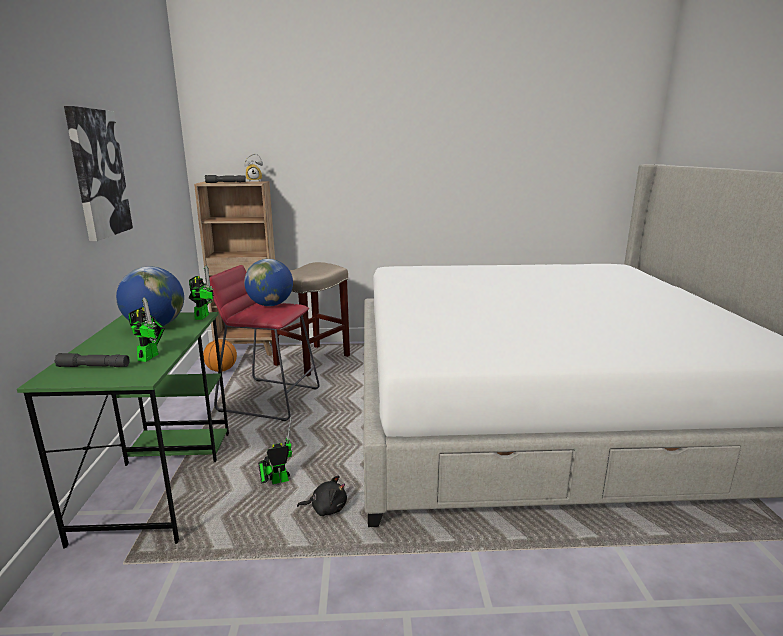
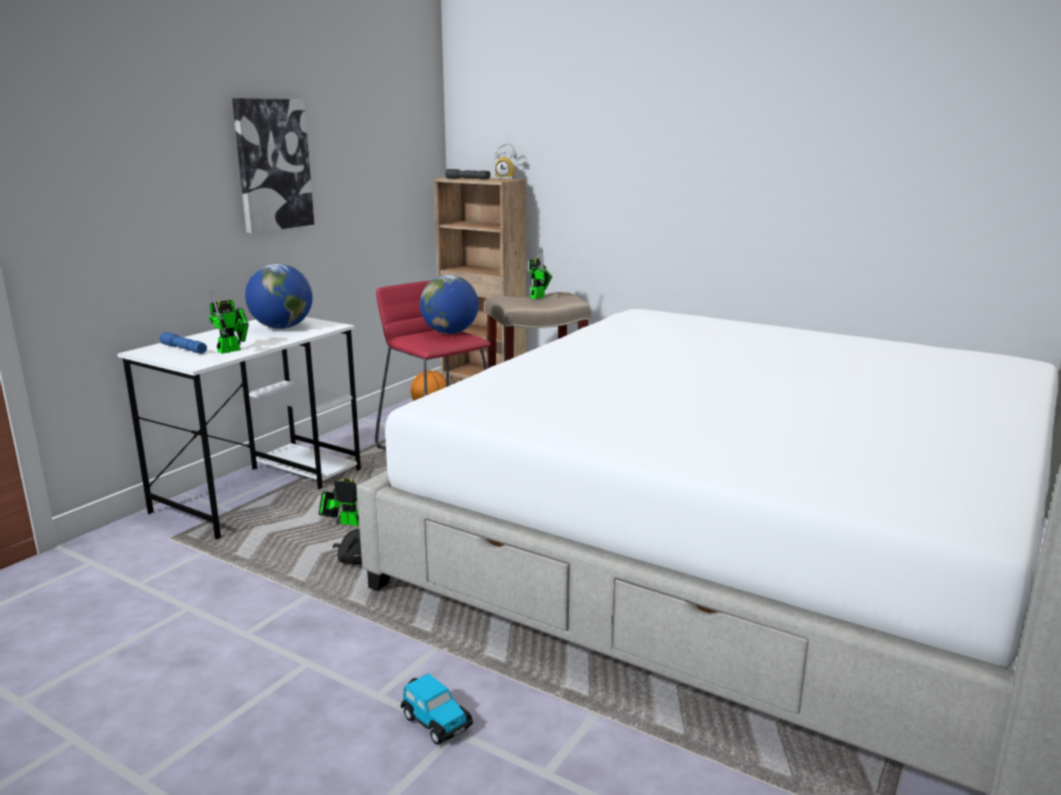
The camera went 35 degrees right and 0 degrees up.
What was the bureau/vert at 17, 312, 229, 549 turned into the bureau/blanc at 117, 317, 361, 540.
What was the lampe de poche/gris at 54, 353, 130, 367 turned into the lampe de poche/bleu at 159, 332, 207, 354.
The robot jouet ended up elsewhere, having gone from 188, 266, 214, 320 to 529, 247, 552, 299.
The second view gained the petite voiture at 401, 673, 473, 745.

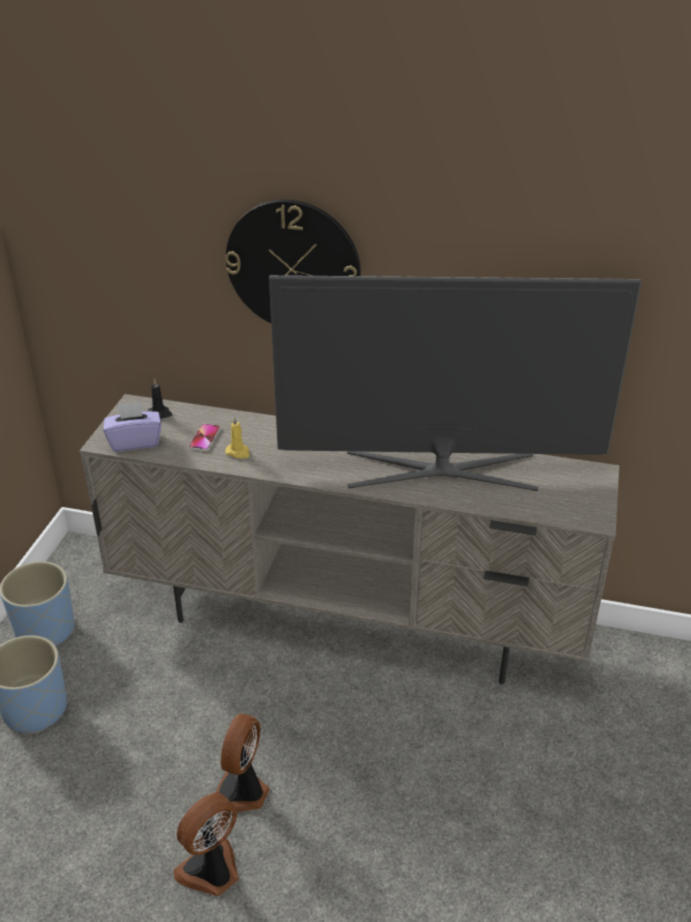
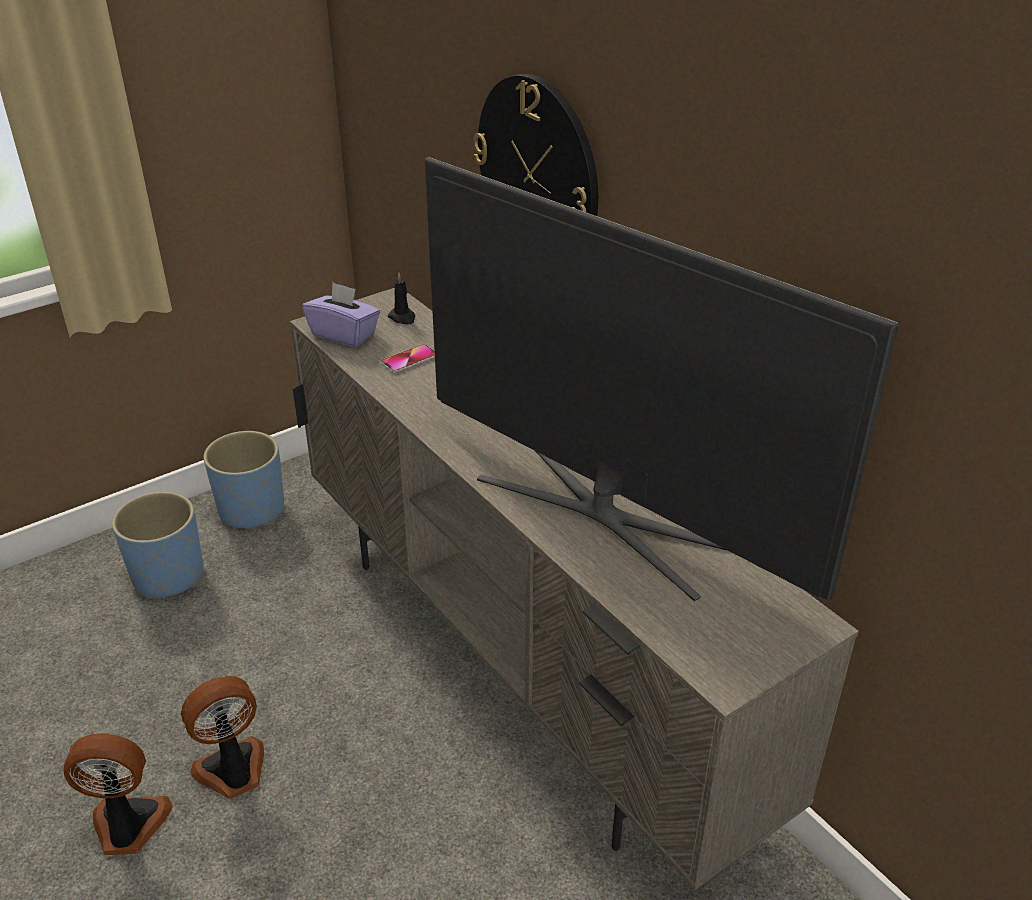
The camera went 40 degrees right and 0 degrees up.
The second view lost the bougie/jaune at 225, 417, 250, 458.

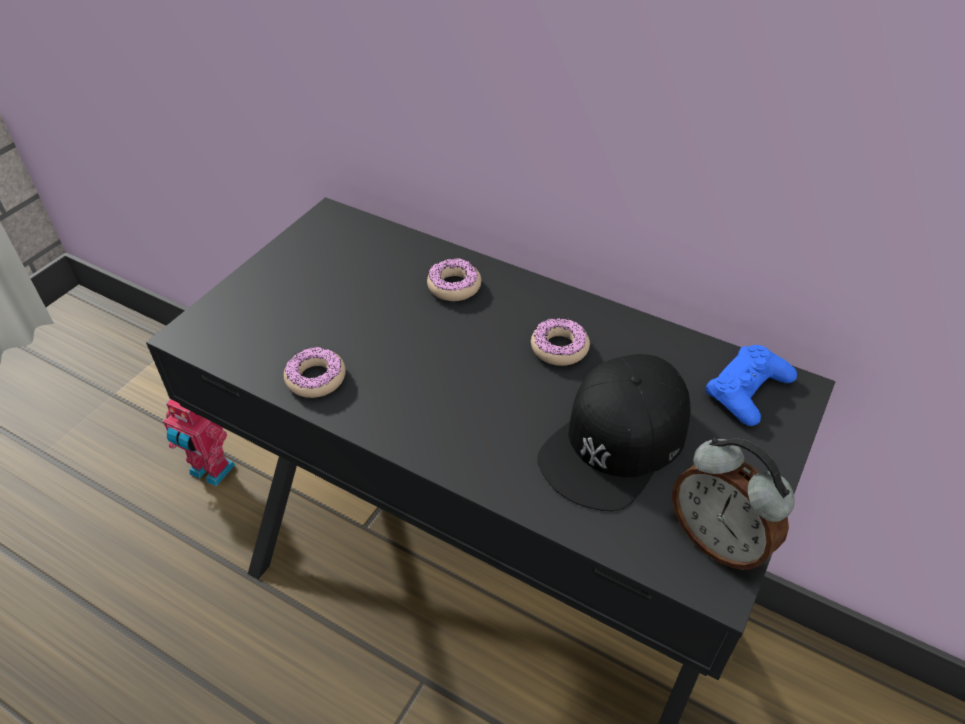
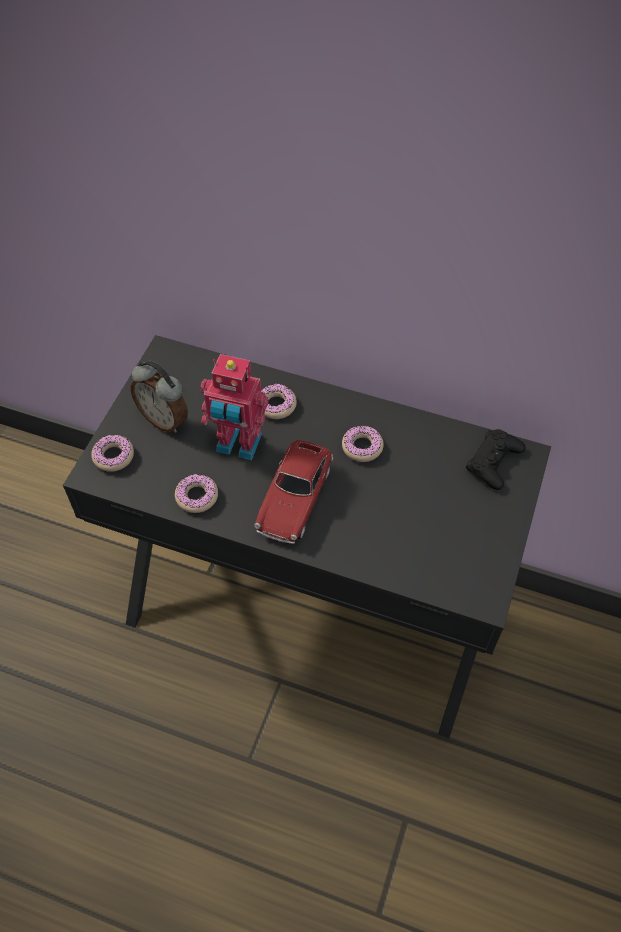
The camera went 10 degrees left and 10 degrees up.
The robot jouet ended up elsewhere, having gone from 163, 399, 236, 486 to 200, 354, 268, 460.
The second view lost the casquette/noir at 537, 354, 691, 511.
The réveil ended up elsewhere, having gone from 672, 438, 795, 570 to 131, 361, 188, 433.
What was the manette/bleu at 706, 345, 797, 426 turned into the manette/noir at 466, 429, 525, 490.
The second view gained the beignet at 91, 435, 134, 472.
The second view gained the petite voiture at 255, 440, 333, 544.

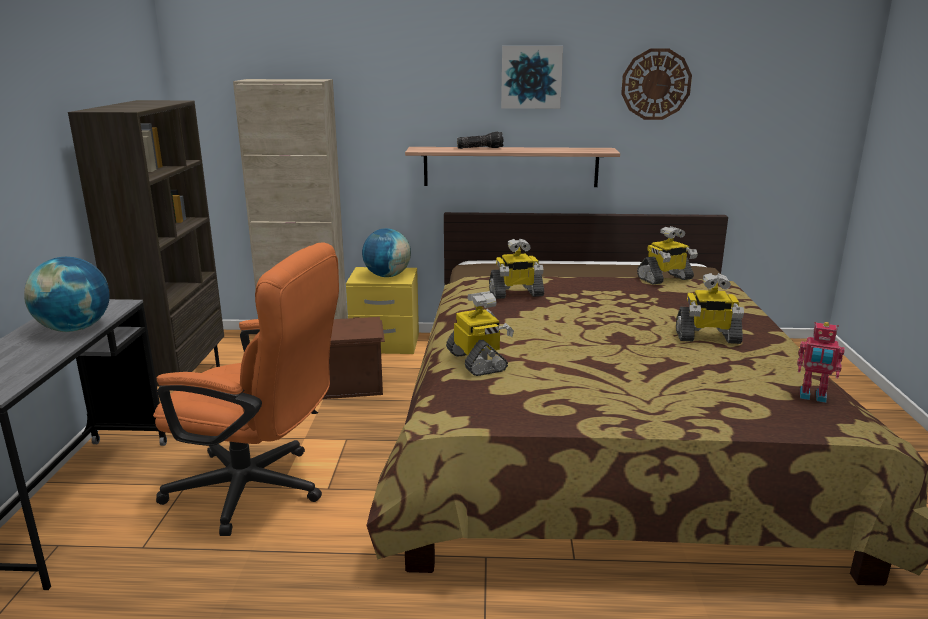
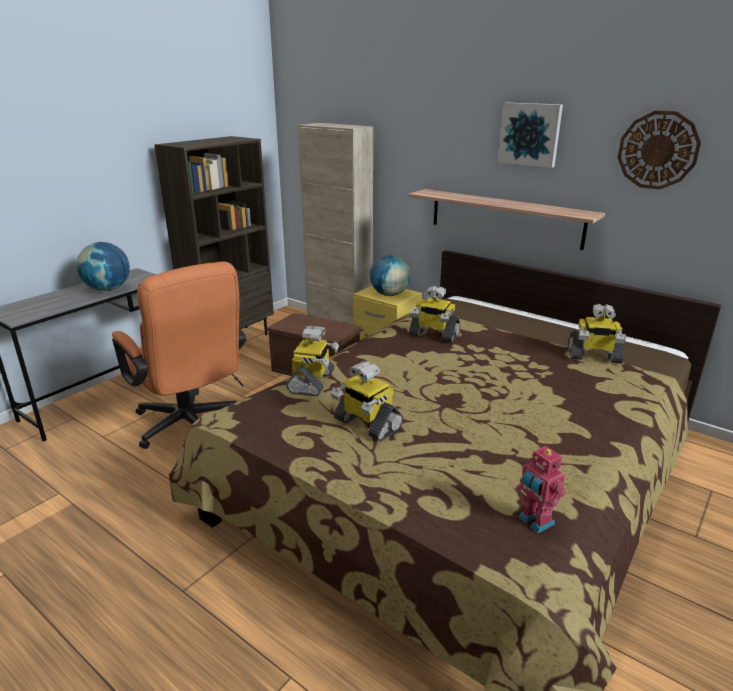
The camera went 35 degrees right and 5 degrees up.
The second view lost the lampe de poche at 457, 132, 504, 149.
The robot jouet ended up elsewhere, having gone from 676, 273, 744, 344 to 331, 361, 403, 441.

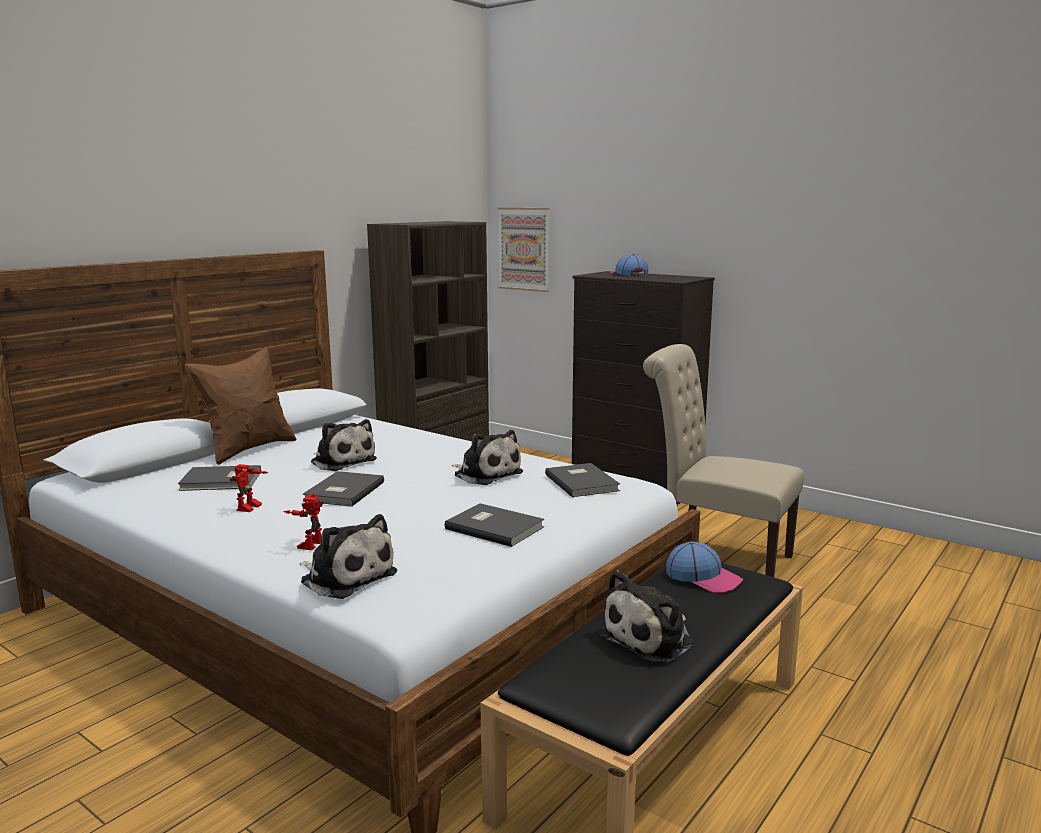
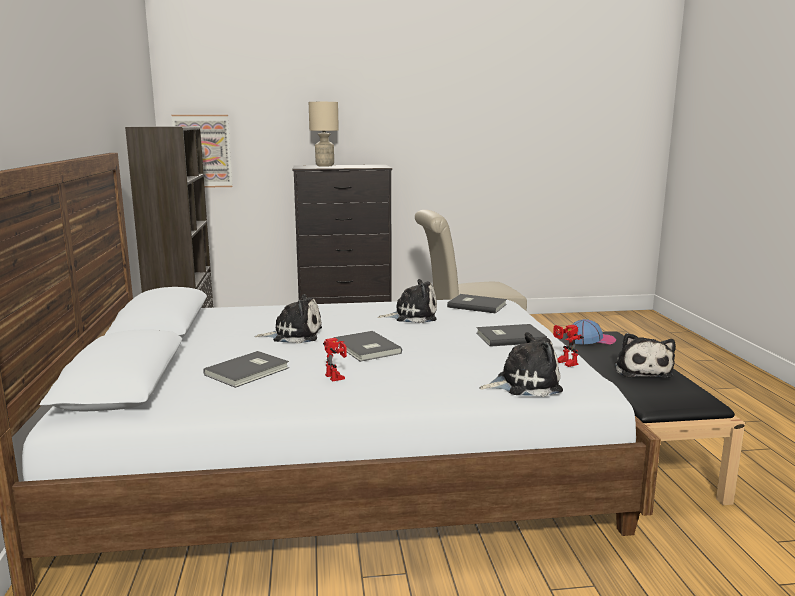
The camera went 45 degrees left and 0 degrees up.
The second view lost the coussin/marron at 185, 347, 296, 465.
The robot jouet ended up elsewhere, having gone from 283, 494, 324, 550 to 553, 325, 584, 367.
Where the casquette stood at 610, 254, 648, 276, the lampe de table/beige came to stand at 309, 102, 339, 167.

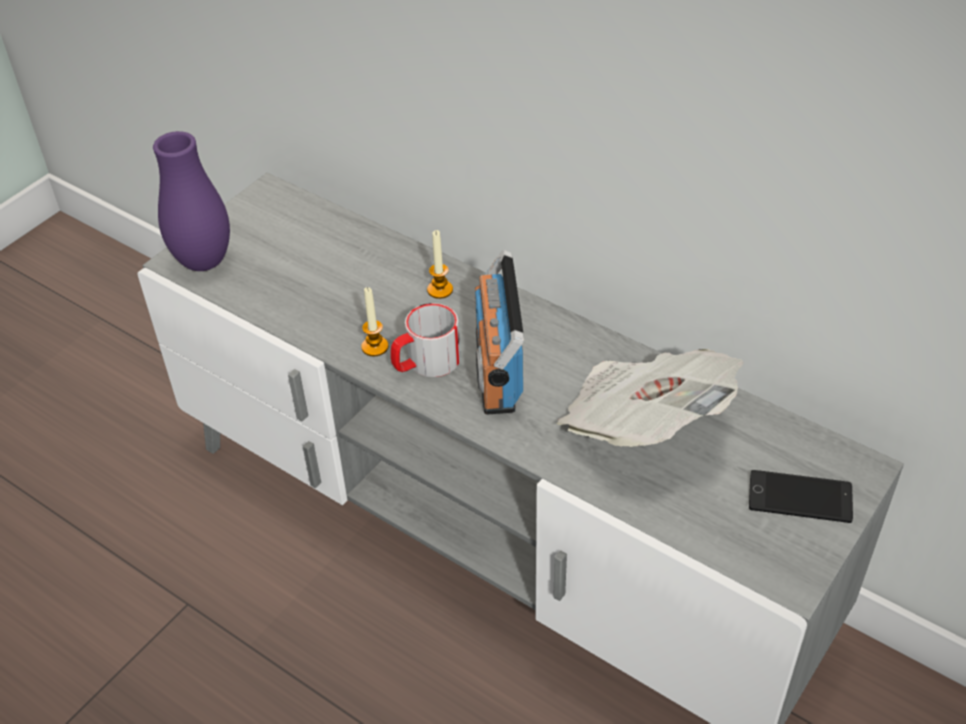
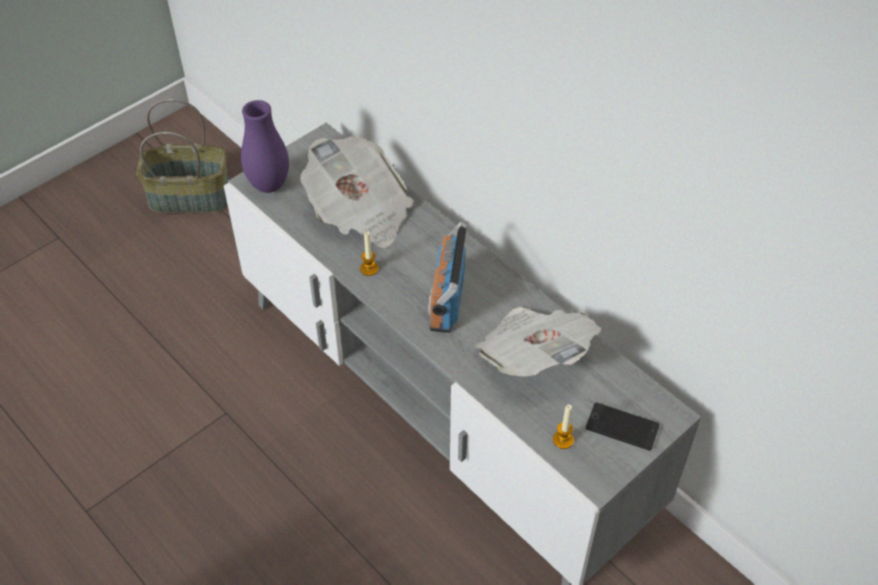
The camera went 10 degrees right and 5 degrees up.
The second view lost the mug at 391, 303, 461, 377.
The bougie ended up elsewhere, having gone from 427, 230, 453, 299 to 553, 404, 574, 449.
The second view gained the panier at 137, 99, 229, 213.
The second view gained the journal at 300, 136, 413, 248.

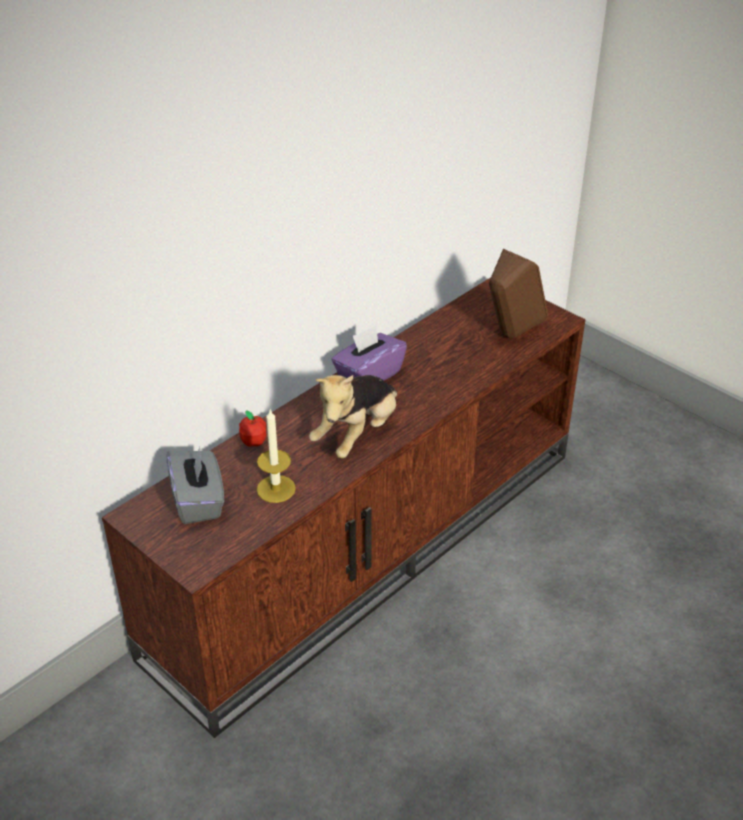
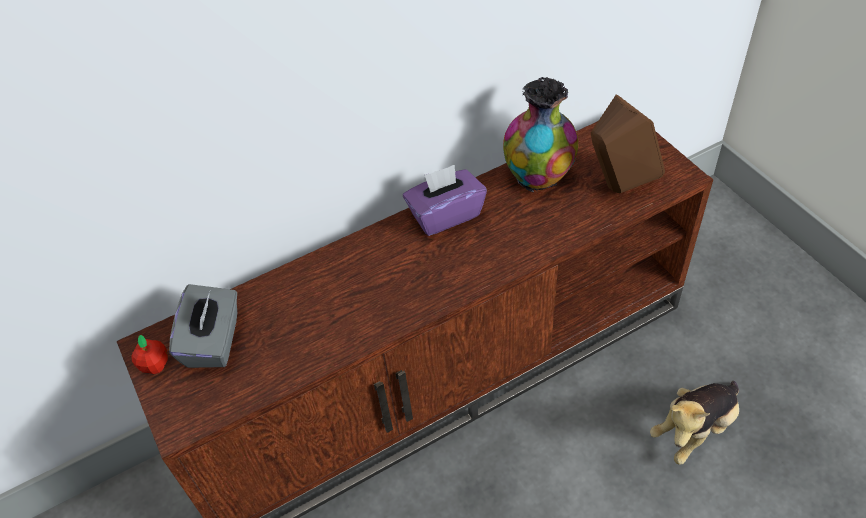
The camera went 20 degrees right and 10 degrees up.
The pomme ended up elsewhere, having gone from 239, 410, 266, 447 to 131, 335, 168, 374.
The second view lost the bougie at 257, 410, 296, 503.
The peluche ended up elsewhere, having gone from 309, 375, 397, 458 to 650, 381, 739, 465.
The second view gained the vase at 503, 77, 578, 193.

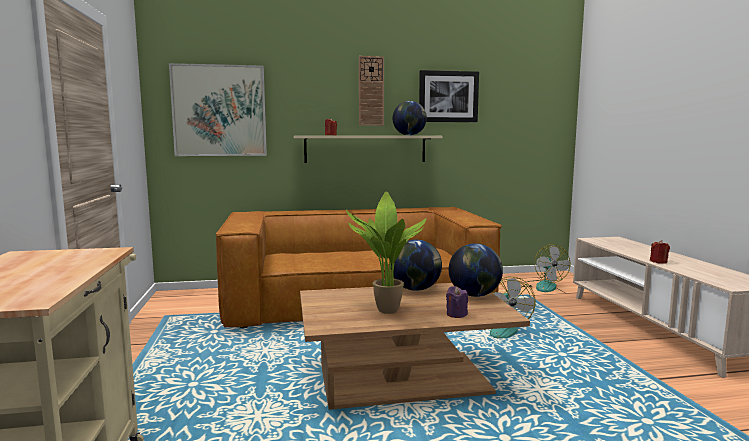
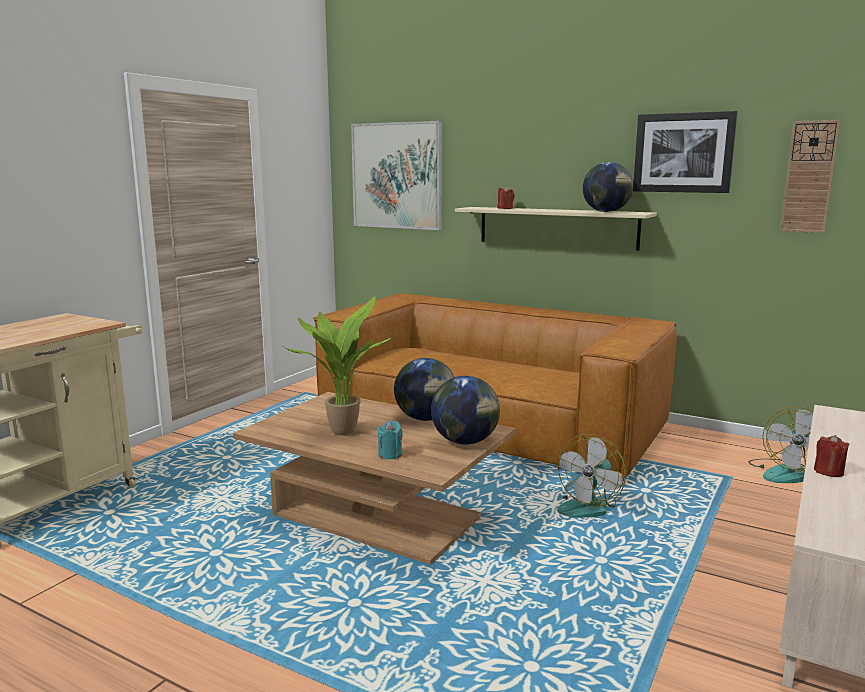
The camera went 40 degrees right and 5 degrees up.
The horloge murale ended up elsewhere, having gone from 359, 56, 384, 126 to 780, 120, 840, 233.
What was the bougie/violet at 446, 286, 468, 318 turned into the bougie/turquoise at 377, 420, 403, 459.

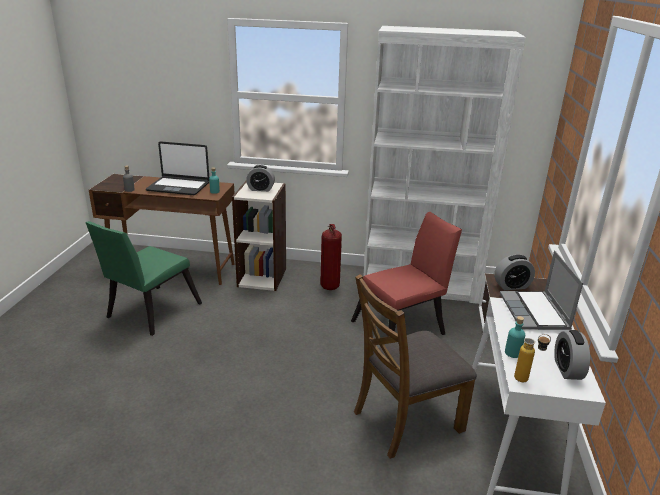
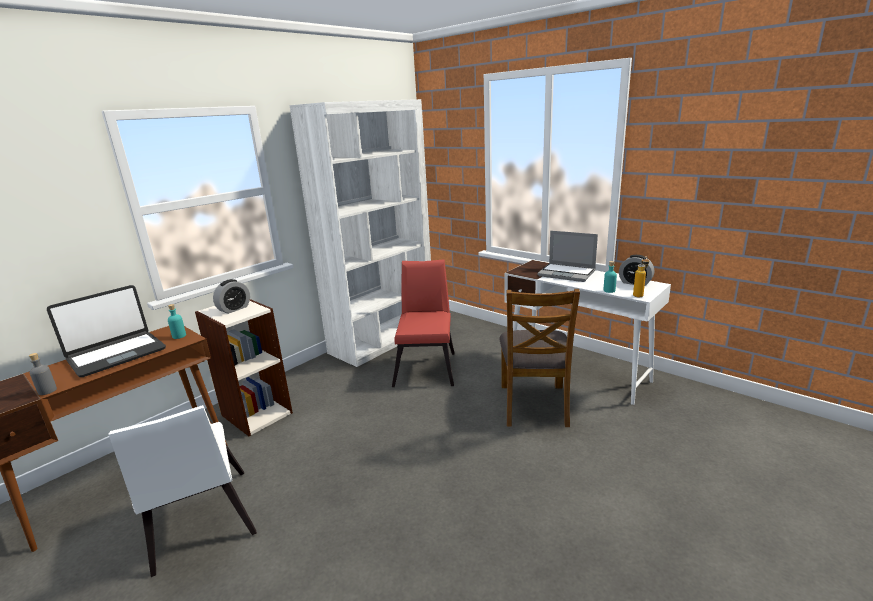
The camera went 55 degrees left and 5 degrees down.
What was the chaise/vert at 85, 221, 202, 336 turned into the chaise/blanc at 109, 405, 257, 577.
The second view lost the extincteur at 320, 224, 342, 290.
The second view lost the réveil at 494, 255, 535, 290.

